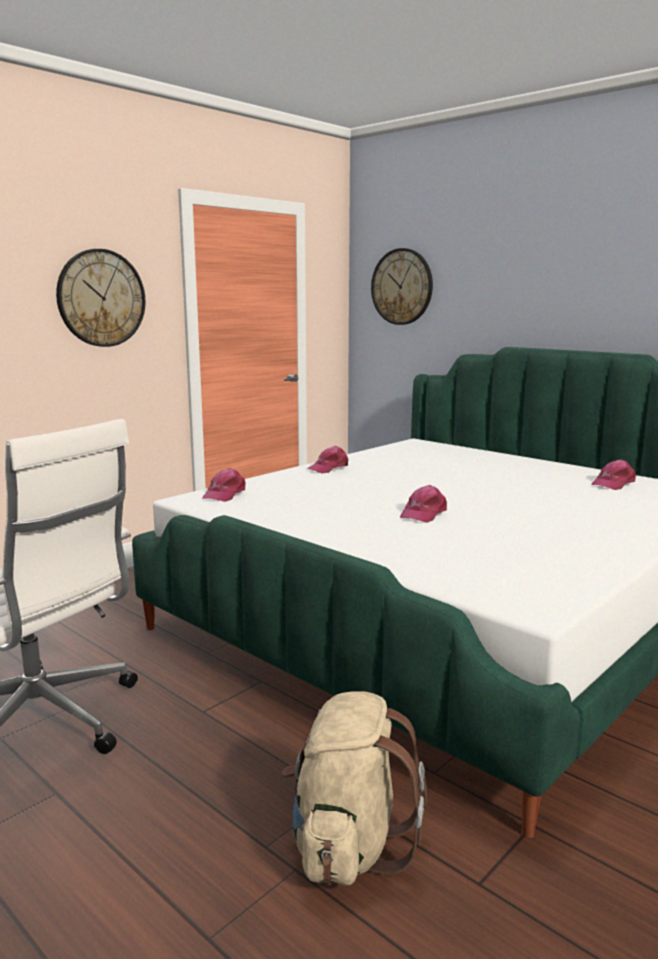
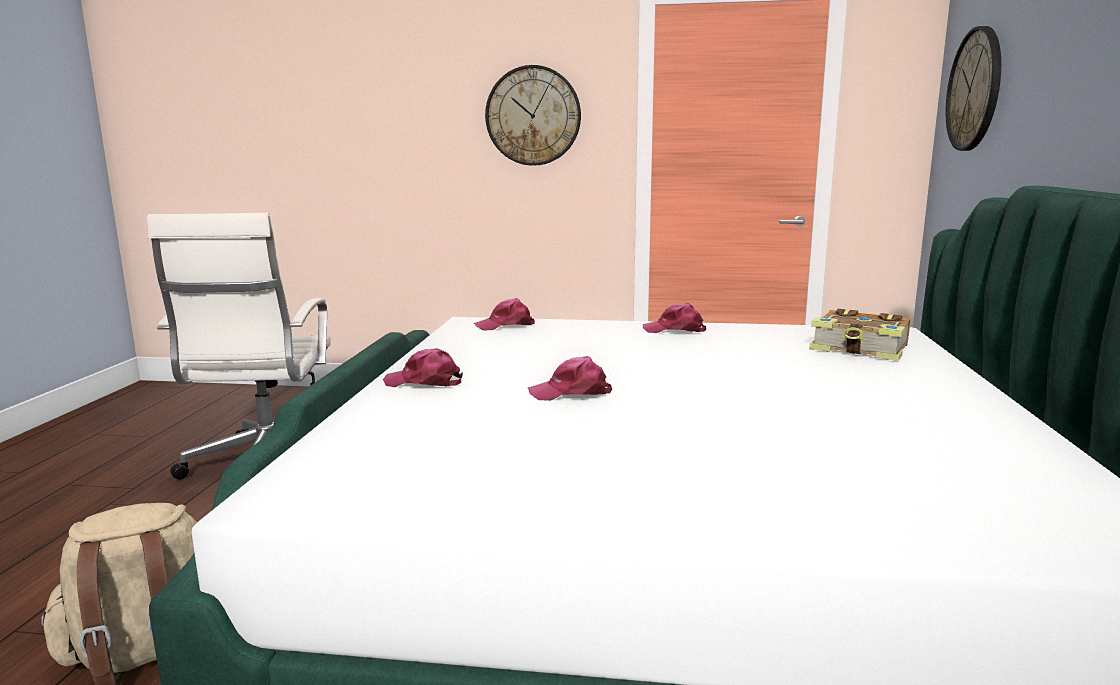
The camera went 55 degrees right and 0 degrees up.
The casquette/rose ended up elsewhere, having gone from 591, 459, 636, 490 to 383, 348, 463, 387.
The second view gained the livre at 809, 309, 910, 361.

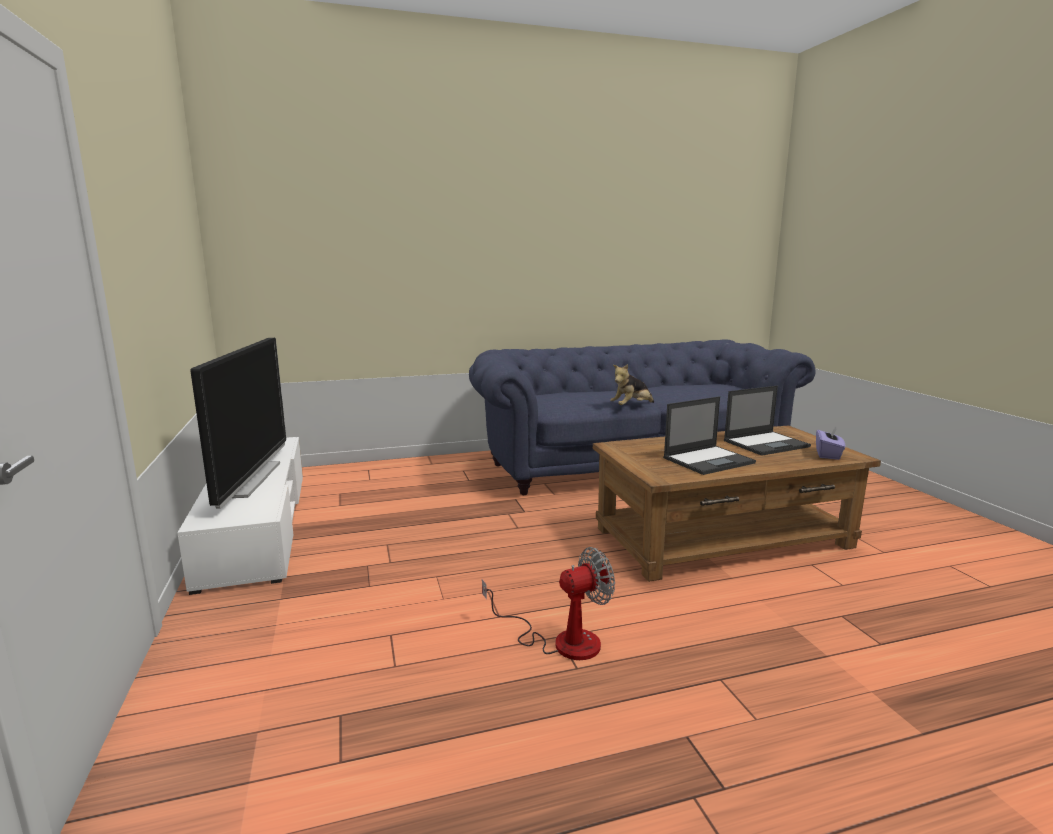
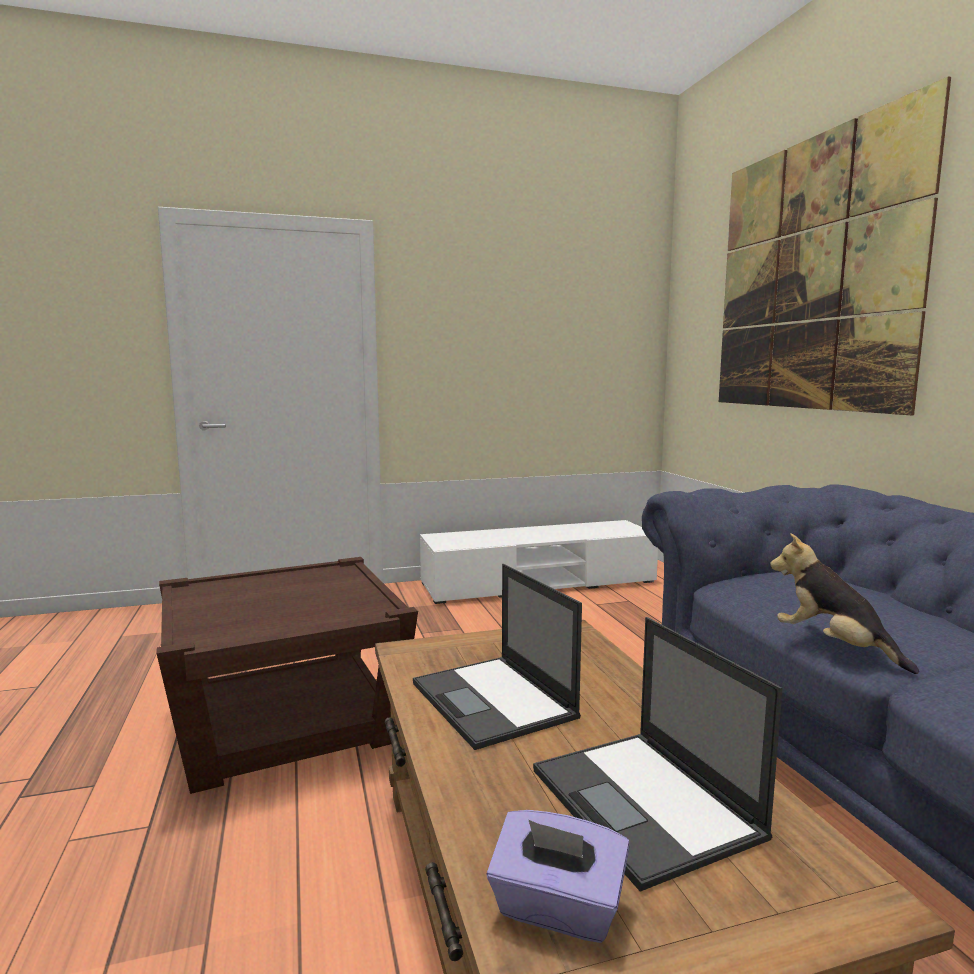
The camera went 90 degrees right and 5 degrees down.
The second view lost the téléviseur at 191, 338, 286, 509.
Where the ventilateur stood at 482, 547, 615, 660, the table d'appoint/marron came to stand at 156, 557, 418, 794.
The second view gained the tableau at 719, 77, 951, 415.

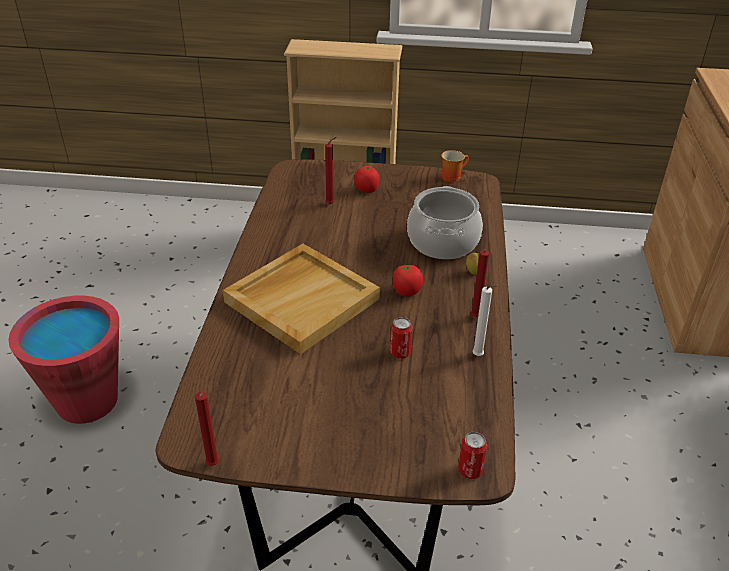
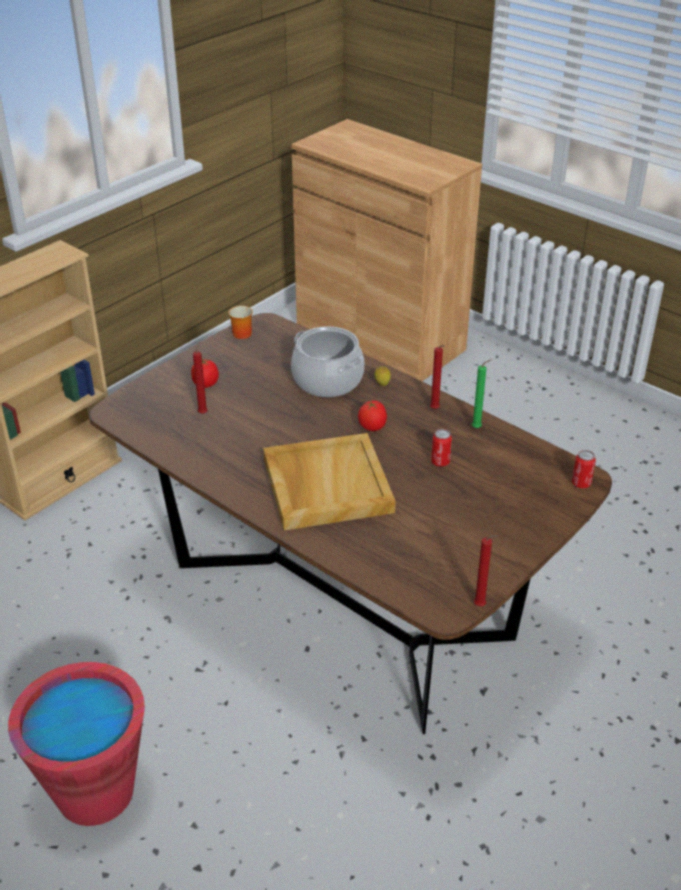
The camera went 55 degrees left and 0 degrees up.
What was the bougie/blanc at 472, 285, 497, 356 turned into the bougie/vert at 472, 359, 492, 428.

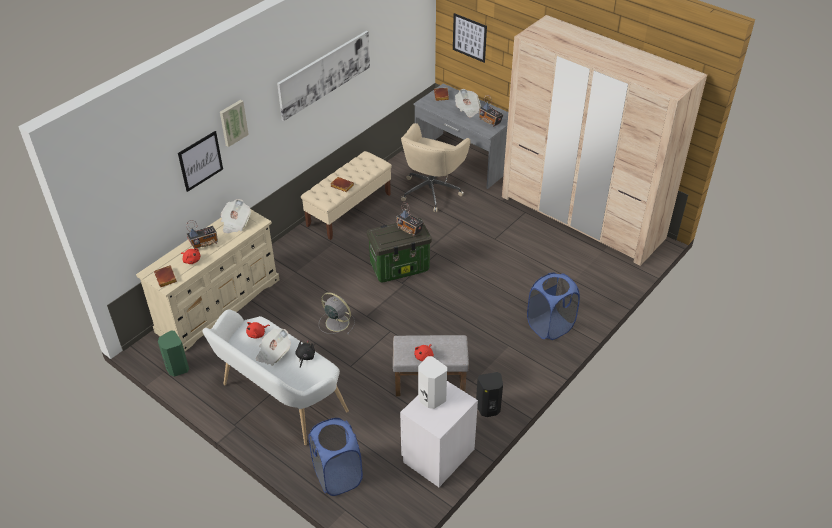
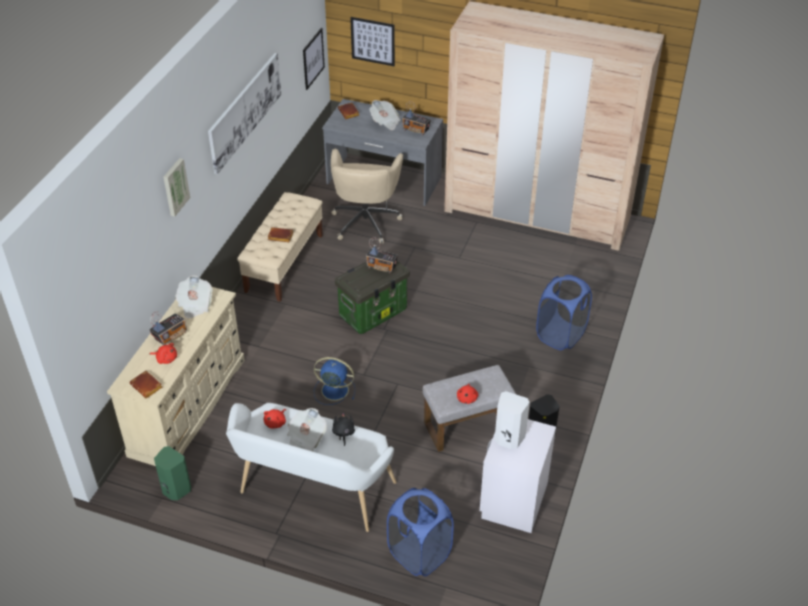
The camera went 20 degrees left and 0 degrees up.
The tableau ended up elsewhere, having gone from 178, 131, 223, 192 to 303, 28, 325, 90.
What was the ventilateur/gris at 319, 292, 355, 334 turned into the ventilateur/bleu at 314, 357, 355, 405.

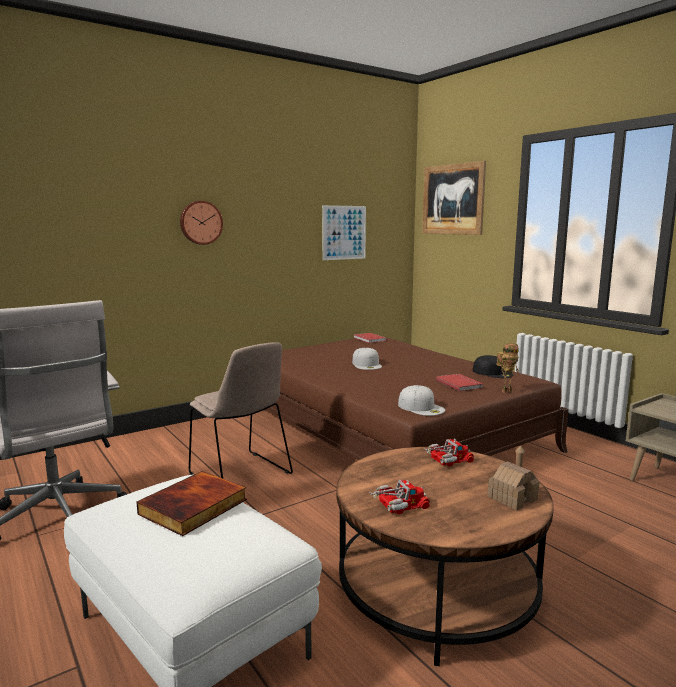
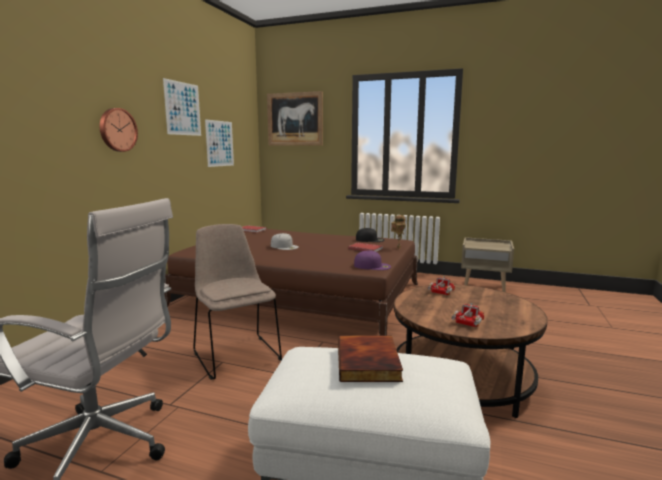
The camera went 35 degrees left and 0 degrees up.
The chaise/beige at 189, 342, 293, 478 ended up facing another way, 135 degrees counterclockwise from before.
What was the casquette/blanc at 398, 385, 445, 416 turned into the casquette/violet at 354, 251, 391, 270.
The second view lost the maison miniature at 487, 445, 539, 511.
The second view gained the tableau at 163, 78, 201, 136.

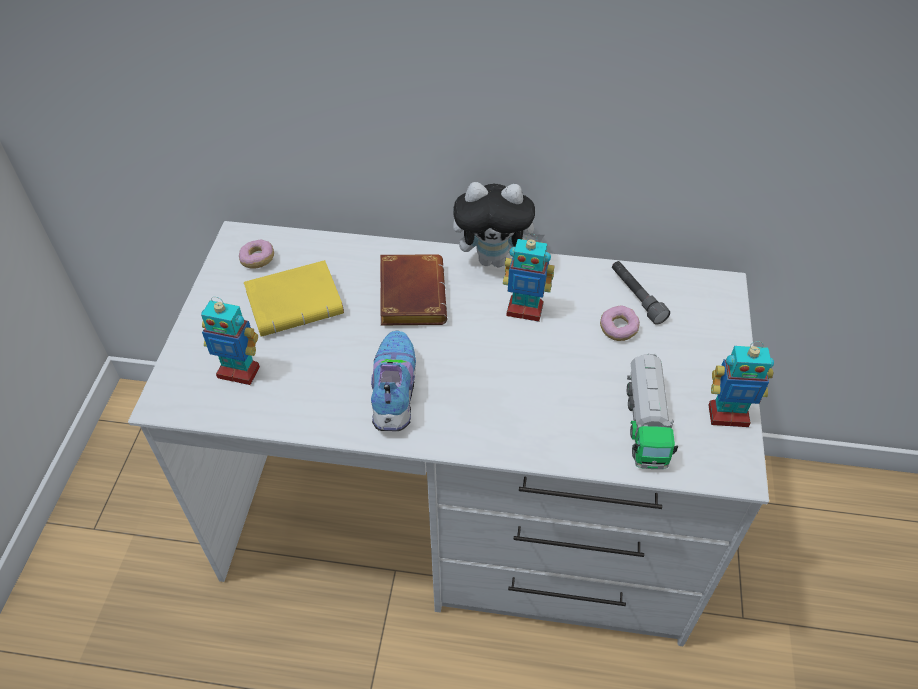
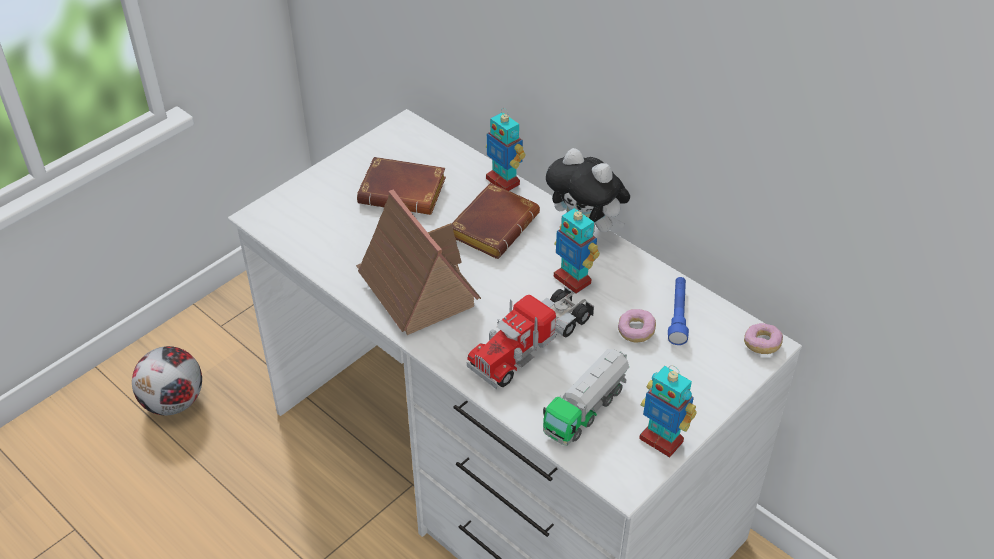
The camera went 35 degrees right and 5 degrees down.
The robot jouet ended up elsewhere, having gone from 201, 297, 260, 385 to 486, 108, 526, 191.
The beignet ended up elsewhere, having gone from 239, 240, 274, 269 to 744, 323, 783, 354.
What was the livre/jaune at 244, 260, 344, 337 turned into the livre/marron at 357, 157, 446, 215.
Where the chaussure stood at 371, 330, 416, 431, the maison miniature came to stand at 356, 189, 481, 335.
What was the lampe de poche/gris at 612, 261, 670, 324 turned into the lampe de poche/bleu at 668, 277, 689, 345.
The second view gained the ballon de foot at 132, 346, 202, 415.
The second view gained the camion jouet at 466, 286, 595, 389.

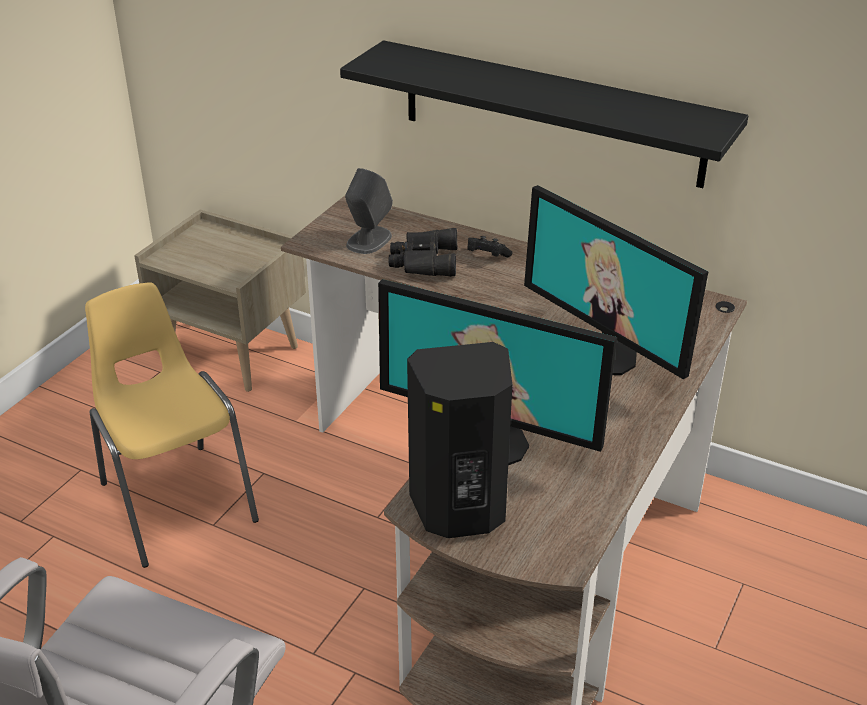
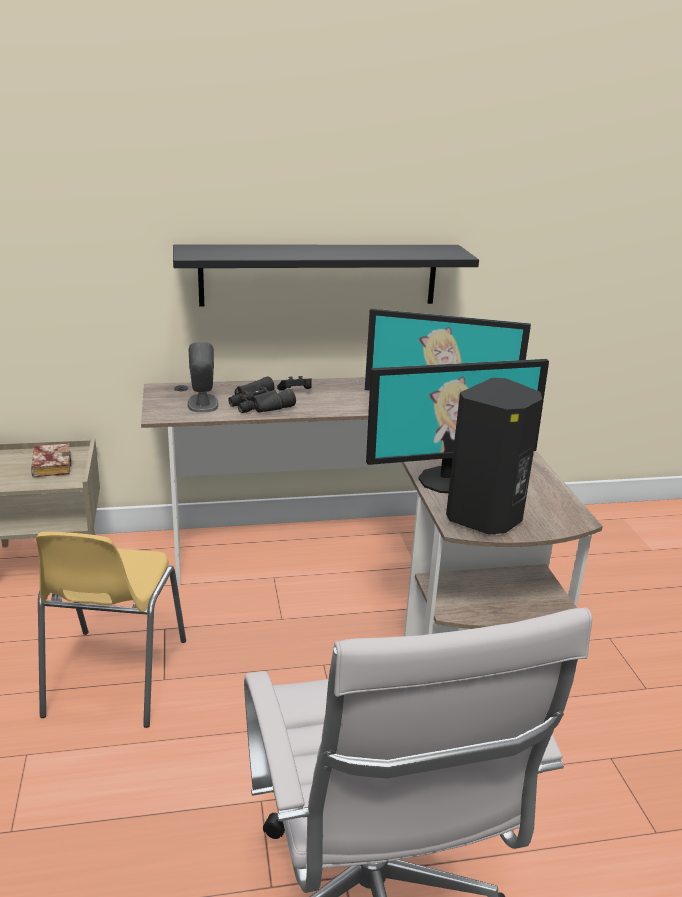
The camera went 40 degrees left and 10 degrees down.
The chaise/jaune at 85, 282, 259, 568 ended up facing another way, 105 degrees counterclockwise from before.
The second view gained the livre at 31, 444, 71, 477.

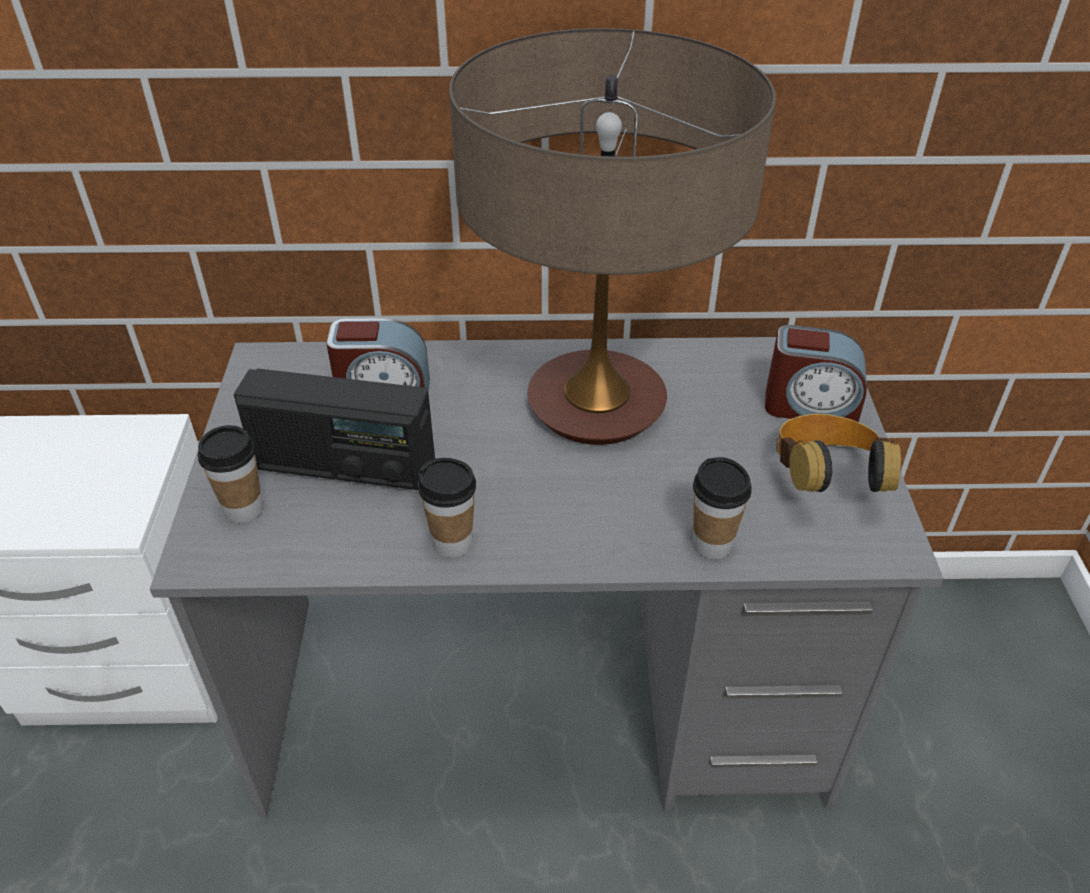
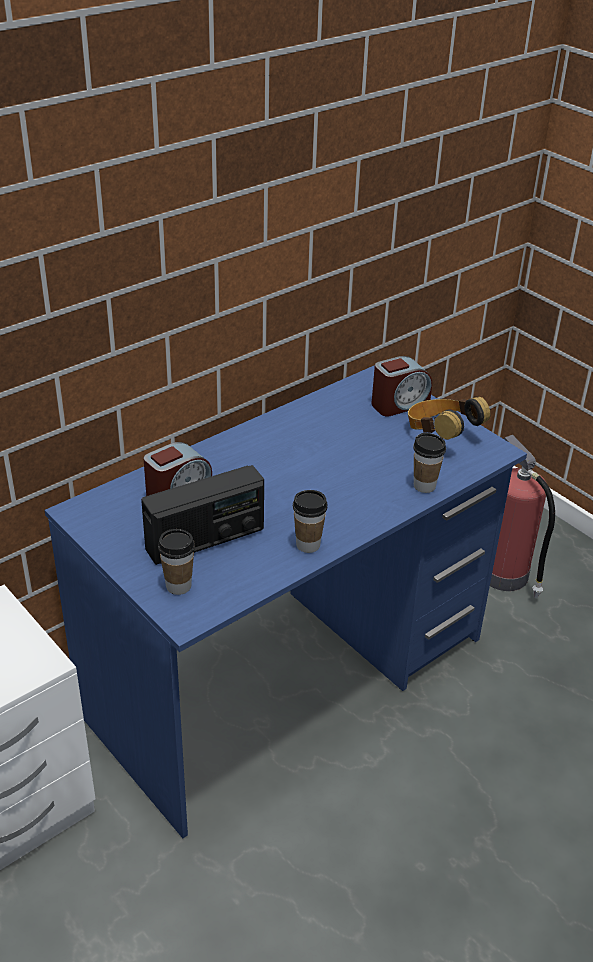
The camera went 40 degrees left and 5 degrees down.
What was the bureau/gris at 150, 337, 943, 817 turned into the bureau/bleu at 45, 365, 527, 838.
The second view lost the lampe de table at 449, 28, 776, 445.
The second view gained the extincteur at 490, 435, 555, 598.

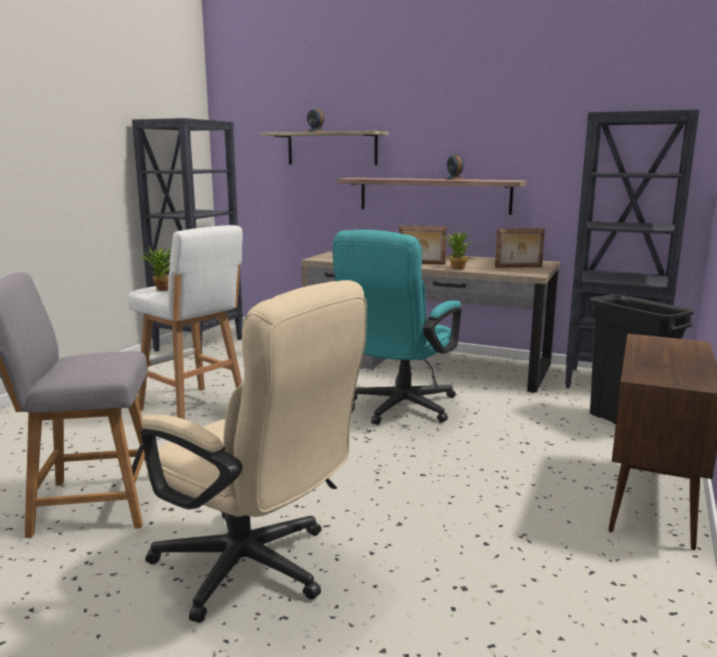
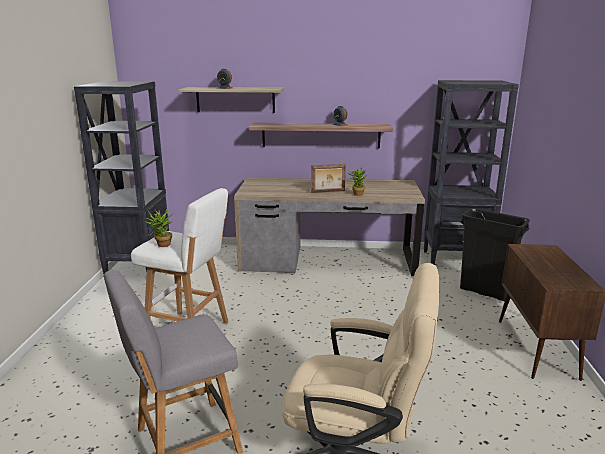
The camera went 20 degrees left and 5 degrees up.
The second view lost the chaise de bureau/turquoise at 333, 230, 462, 425.
The second view lost the cadre photo at 495, 228, 545, 268.

